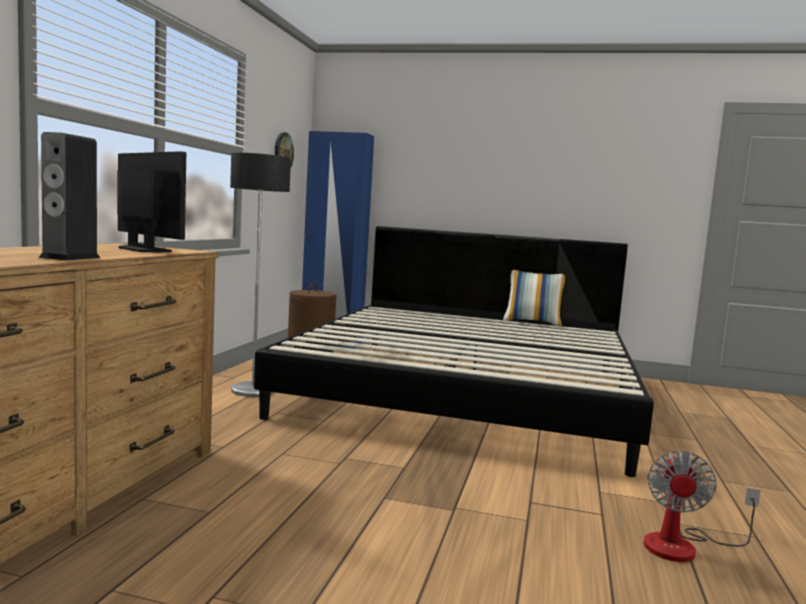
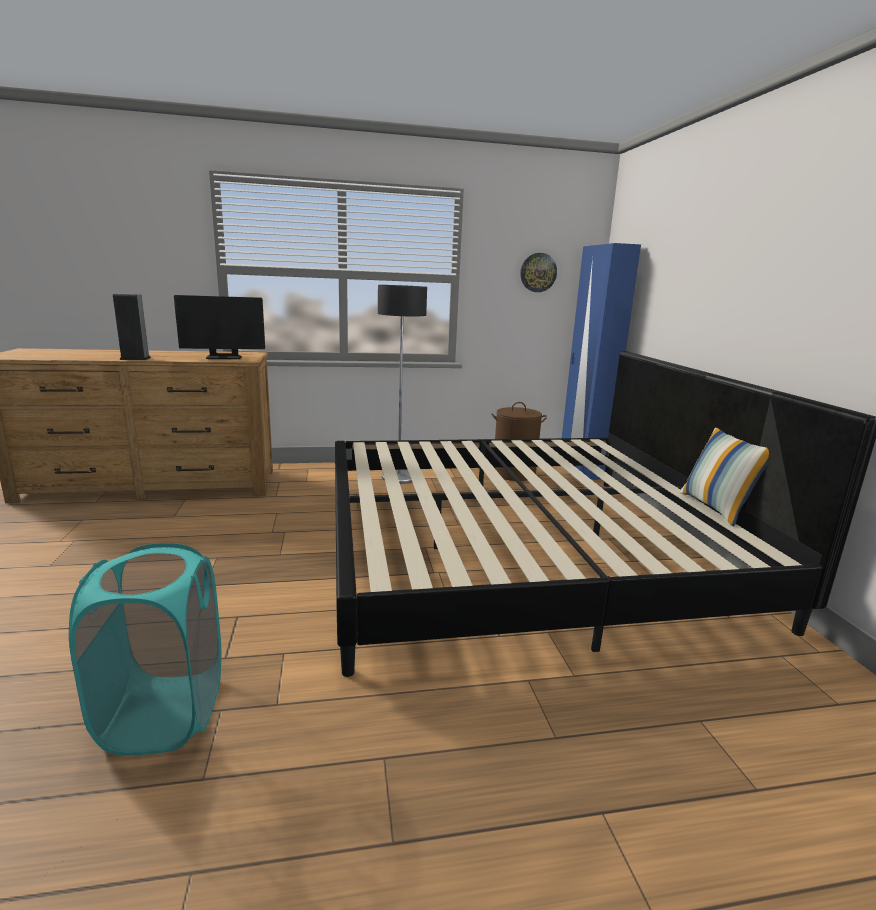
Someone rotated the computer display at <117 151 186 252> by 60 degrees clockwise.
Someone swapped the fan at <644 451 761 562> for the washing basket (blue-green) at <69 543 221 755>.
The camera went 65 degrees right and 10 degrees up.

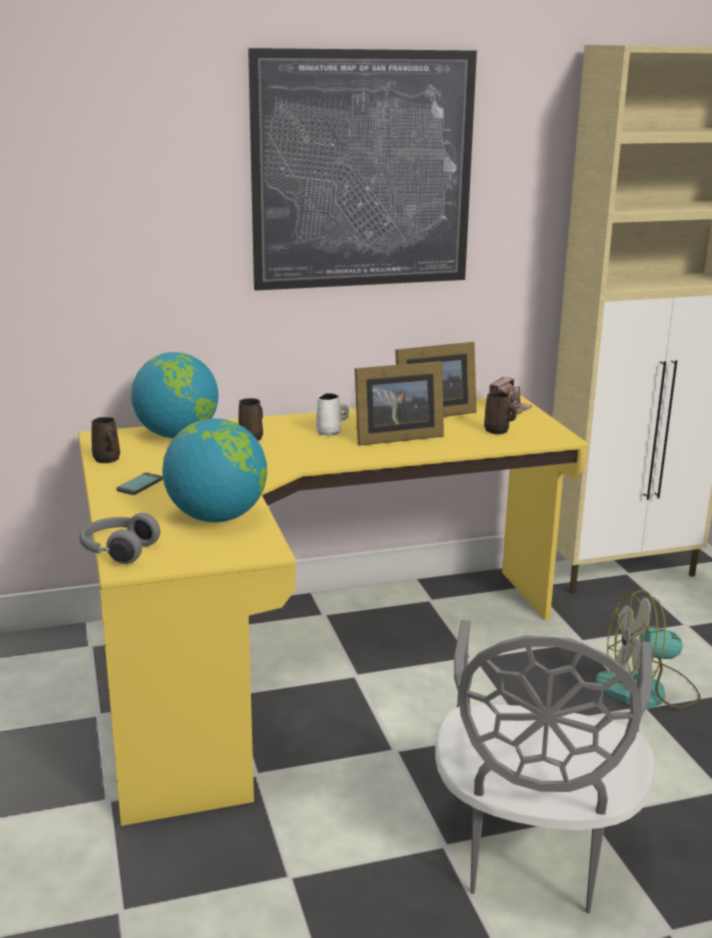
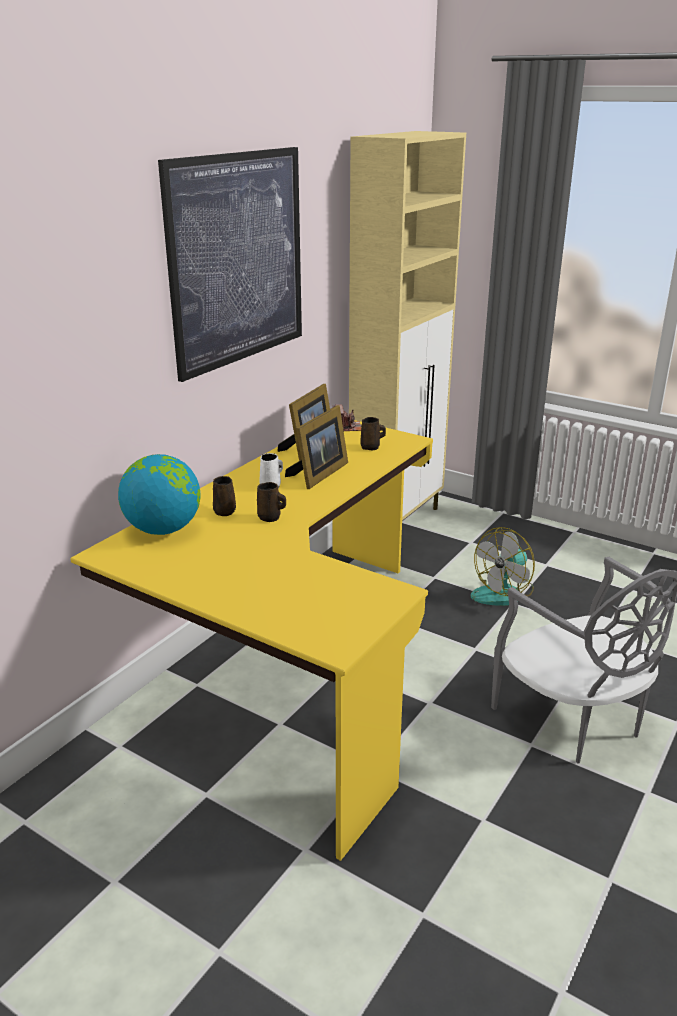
Someone carried the tea mug (brown-coloured) from <91 417 120 463> to <257 482 286 522>.
Someone took away the desk globe at <162 418 267 522>.
Someone took away the telephone at <116 472 163 495>.
Someone took away the headphones (greyish) at <79 513 160 564>.
The camera went 40 degrees left and 5 degrees up.

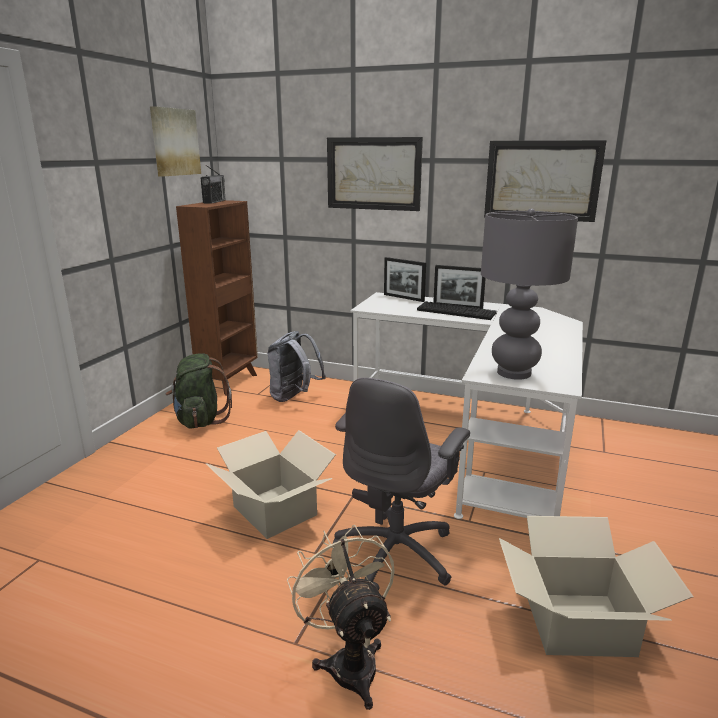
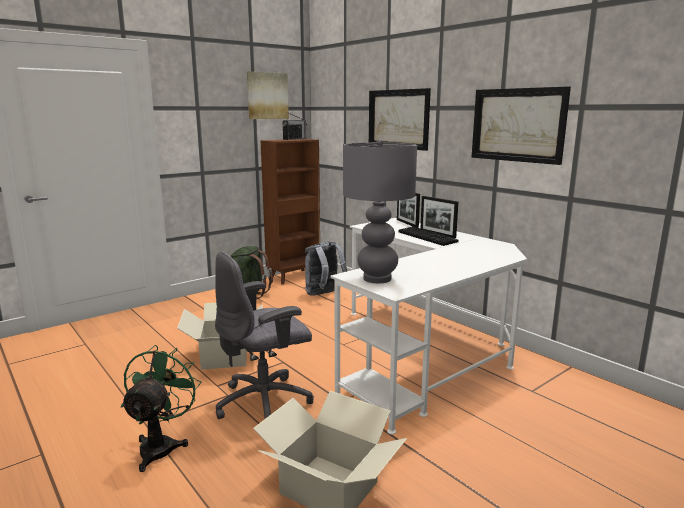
Someone repainted the fan (beige) at <287 525 395 710>, which became the fan (greenish) at <121 345 202 472>.
The camera went 30 degrees right and 5 degrees down.

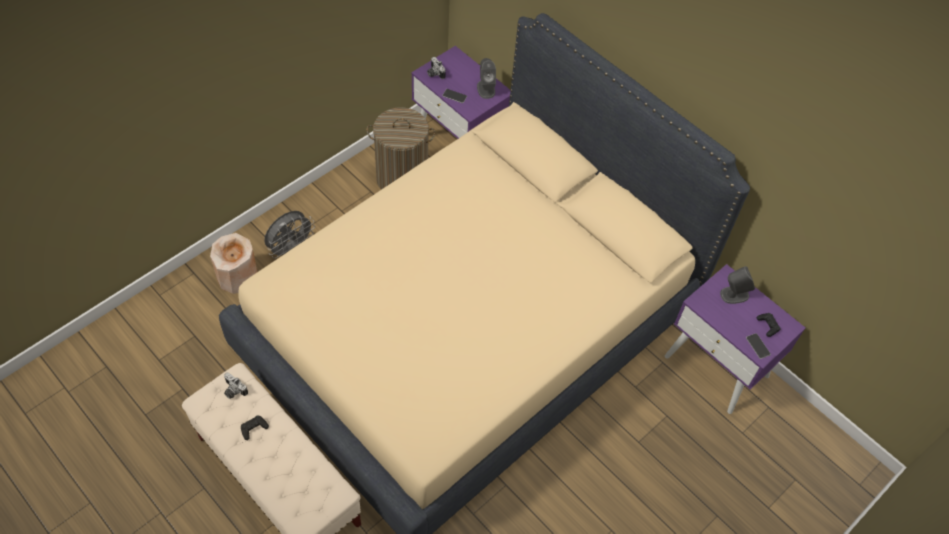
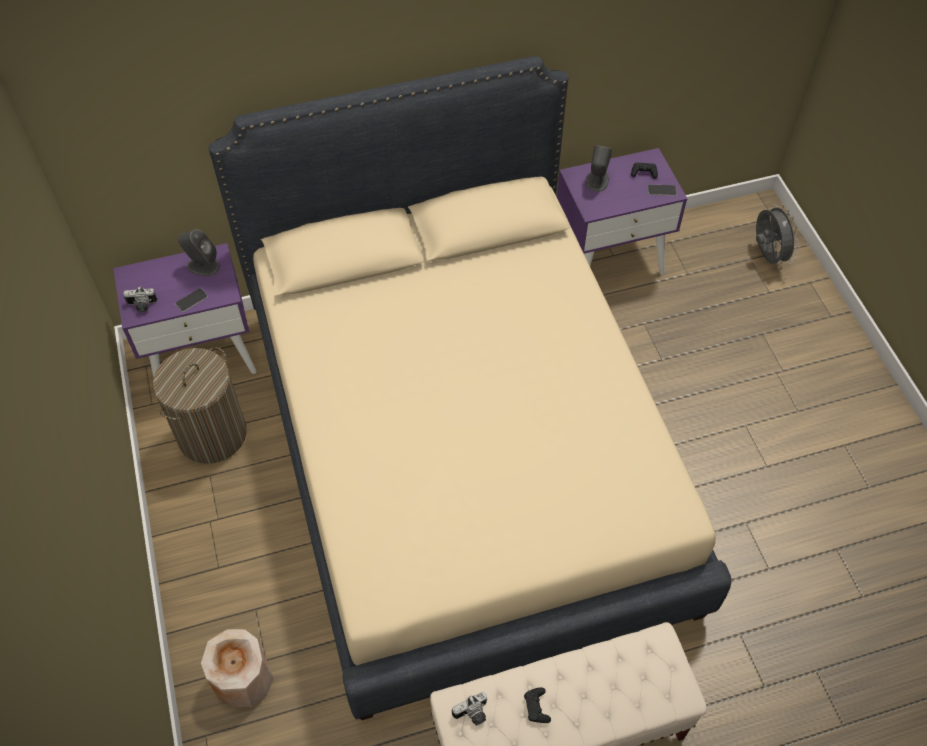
Someone carried the fan (greyish) from <264 211 315 259> to <756 204 799 264>.
The camera went 60 degrees left and 0 degrees up.

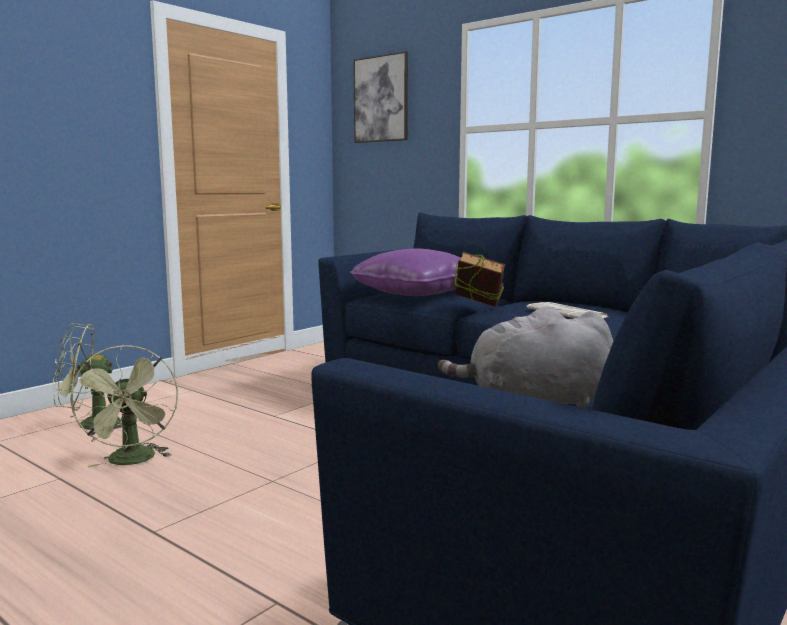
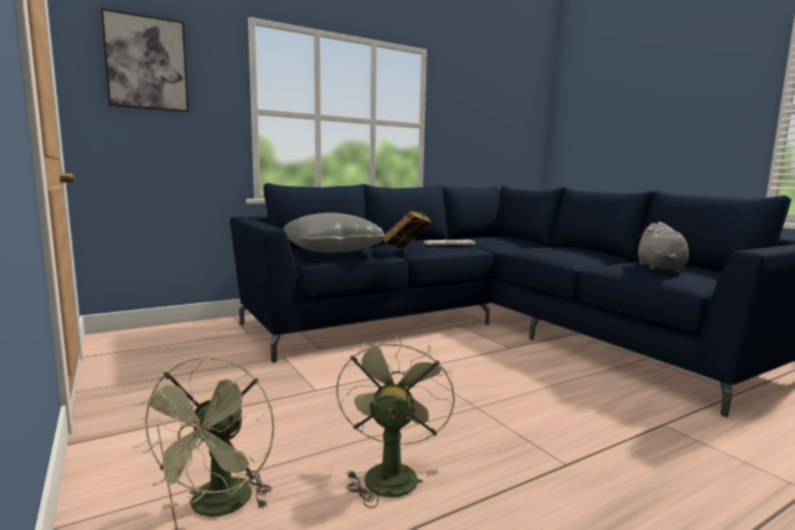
Someone repainted the throw pillow (purplish) at <350 248 461 296>, which became the throw pillow (greyish) at <283 213 386 253>.
Someone rotated the fan (greenish) at <69 345 178 468> by 90 degrees counterclockwise.
The camera went 70 degrees left and 0 degrees up.

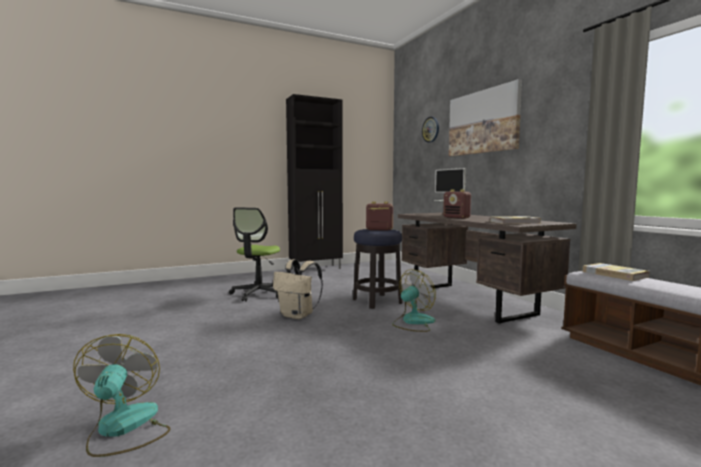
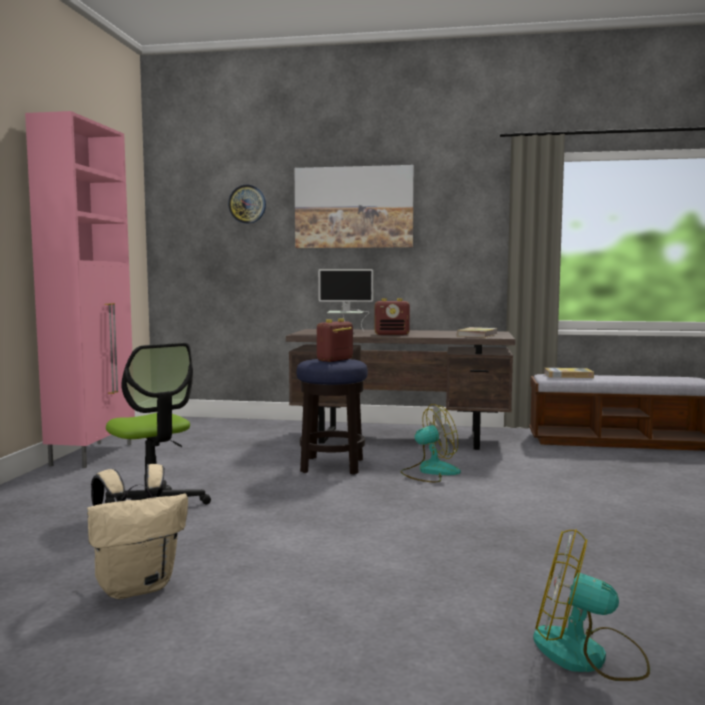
Someone repainted the cabinet (black) at <286 94 343 270>, which became the cabinet (pink-coloured) at <25 111 135 468>.
Someone carried the backpack (beige) from <273 259 323 319> to <87 464 188 599>.
Someone rotated the fan at <392 269 436 332> by 75 degrees clockwise.
The camera went 55 degrees left and 0 degrees up.

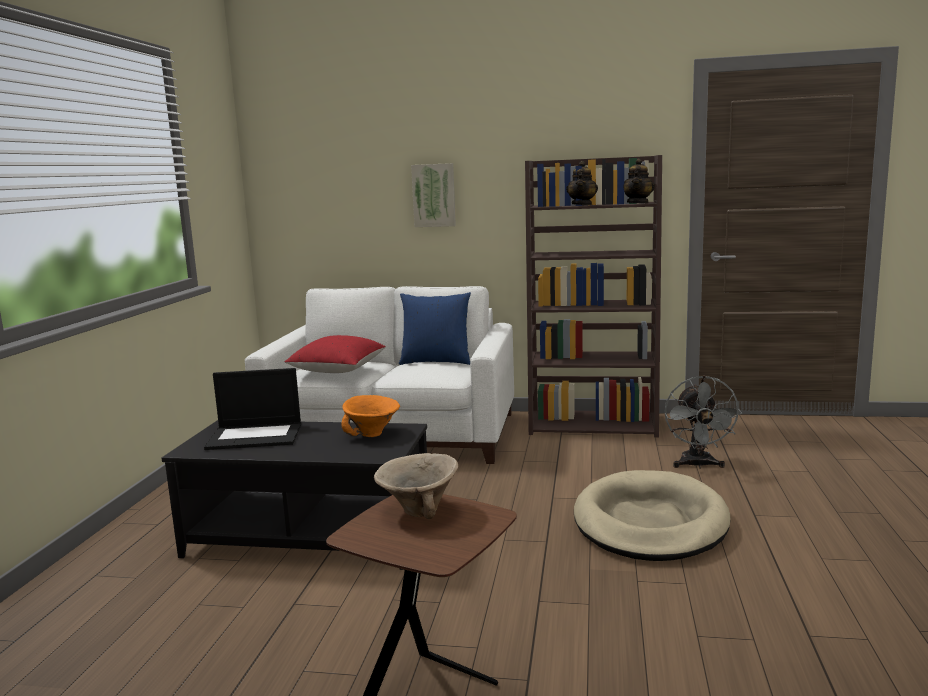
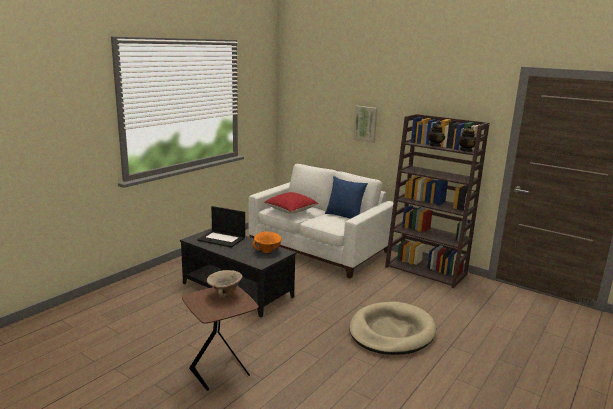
Someone took away the fan (greyish) at <665 376 742 469>.
The camera went 25 degrees right and 5 degrees up.

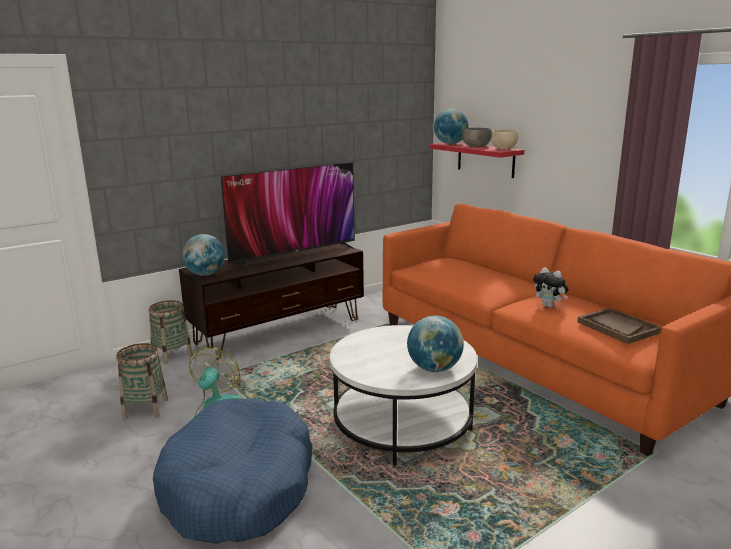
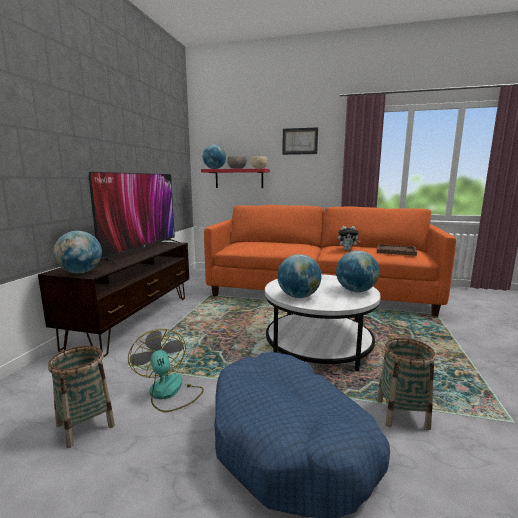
Someone carried the household basket from <149 300 193 365> to <377 338 435 430>.
Someone put up the wall picture at <282 127 318 155>.
Someone put down the desk globe at <277 254 322 298>.
The camera went 40 degrees left and 5 degrees down.

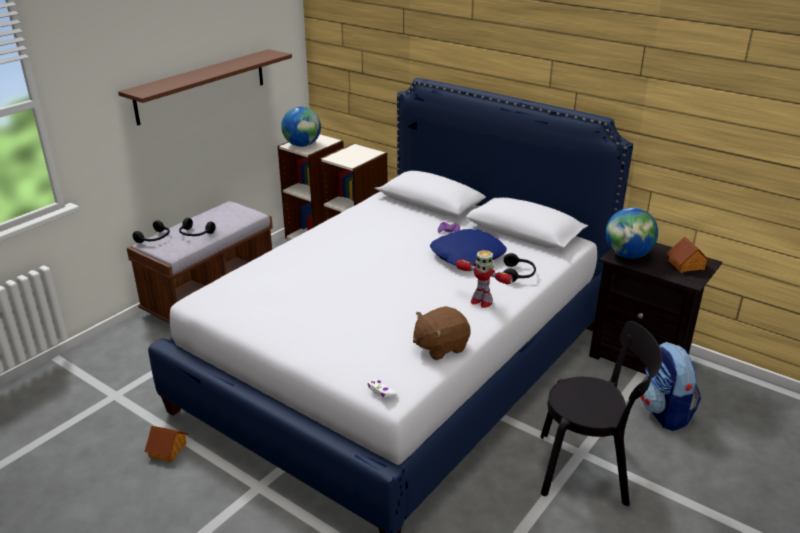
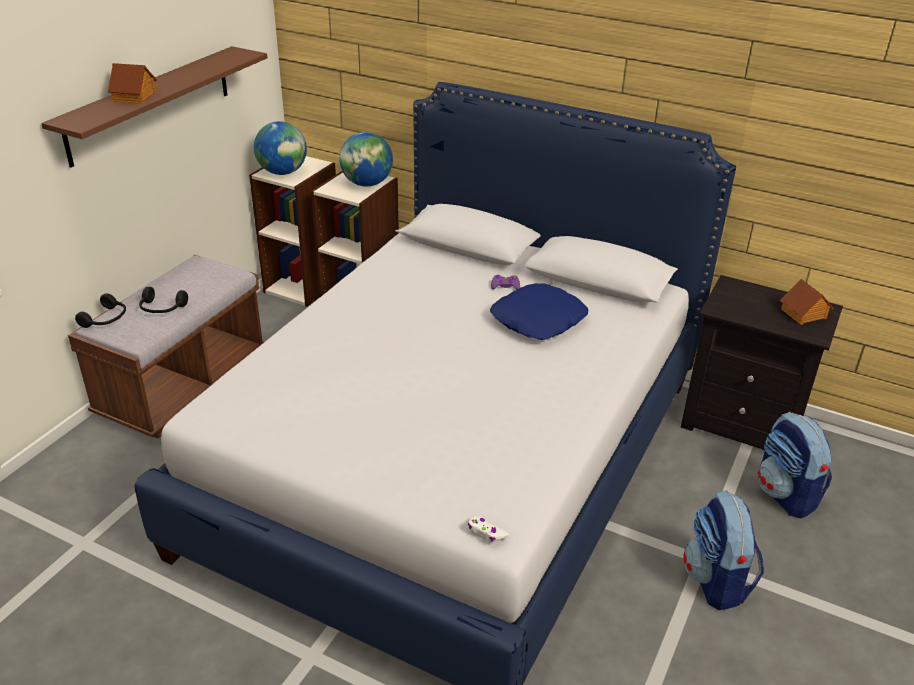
Someone carried the desk globe from <605 207 658 259> to <339 132 393 187>.
Someone took away the model robot at <456 250 513 308>.
Someone took away the headphones (black) at <503 253 536 282>.
Someone took away the soft toy (brown-coloured) at <413 306 471 360>.
Someone swapped the upright chair (black) at <541 321 662 506> for the backpack at <684 490 764 610>.
Someone carried the toy house from <144 426 188 462> to <108 63 157 104>.
The camera went 10 degrees left and 5 degrees up.

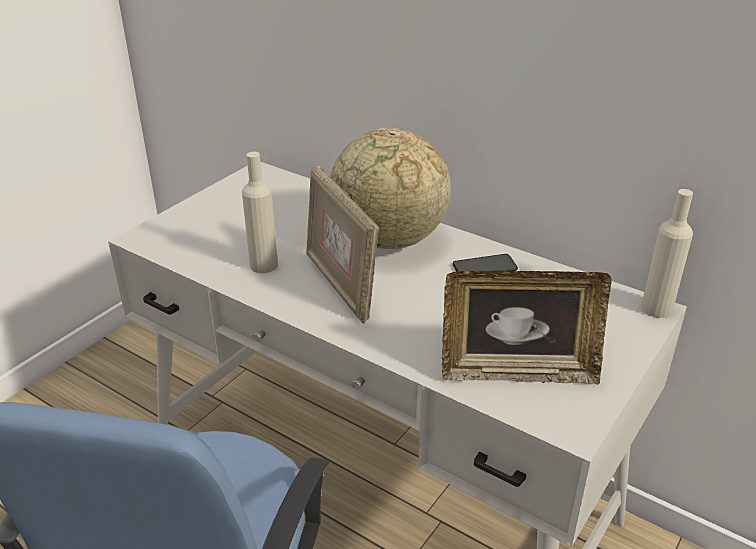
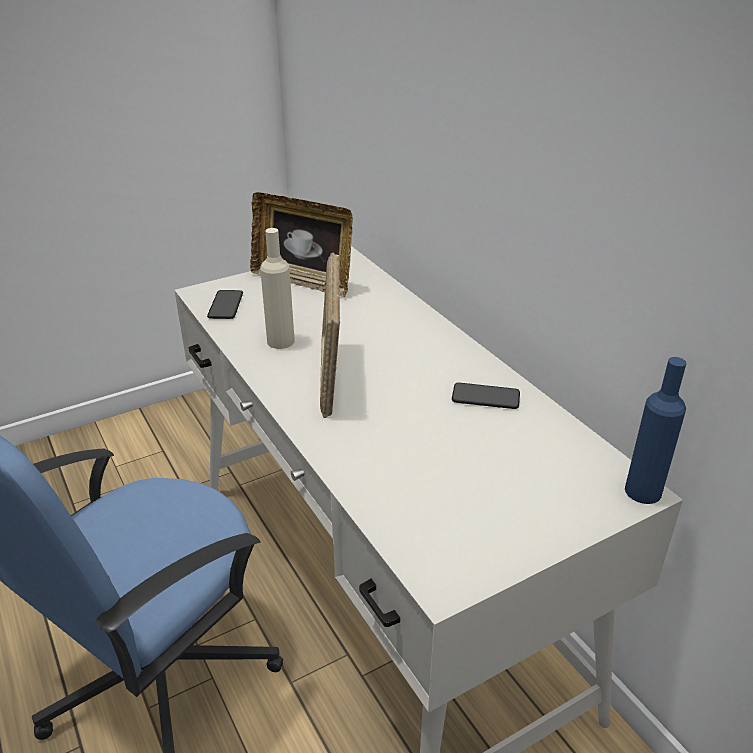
Someone took away the desk globe at <330 128 451 249>.
Someone repainted the bottle (beige) at <641 189 693 318>, which became the bottle (blue) at <625 357 686 504>.
Someone carried the photo frame from <442 270 612 385> to <250 192 353 297>.
Someone put down the telephone at <207 290 243 319>.
The camera went 25 degrees right and 0 degrees up.

